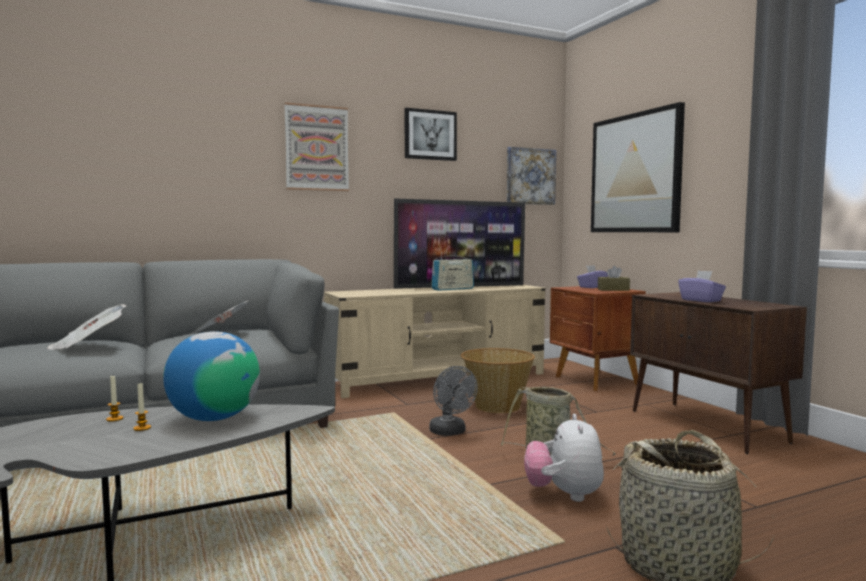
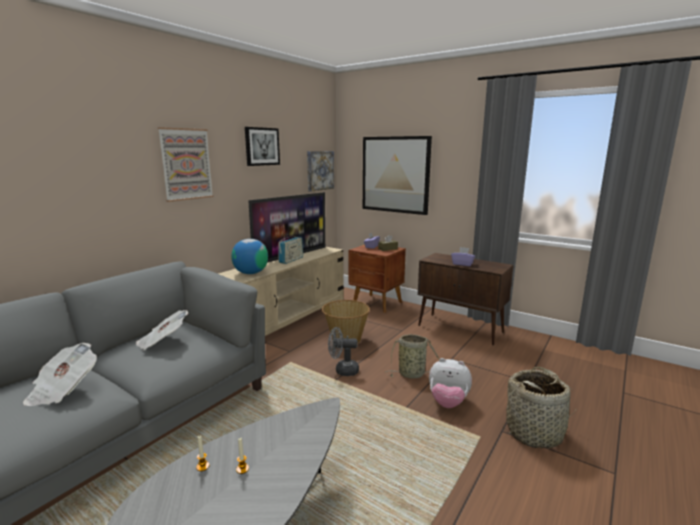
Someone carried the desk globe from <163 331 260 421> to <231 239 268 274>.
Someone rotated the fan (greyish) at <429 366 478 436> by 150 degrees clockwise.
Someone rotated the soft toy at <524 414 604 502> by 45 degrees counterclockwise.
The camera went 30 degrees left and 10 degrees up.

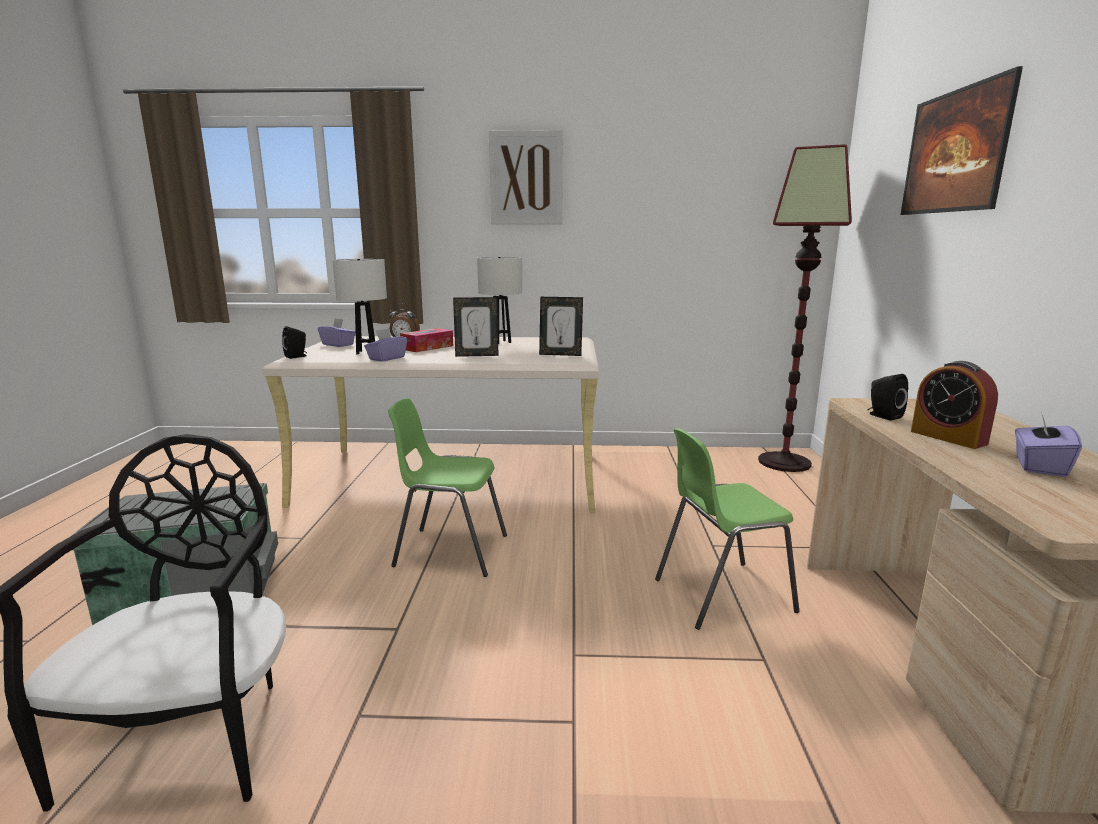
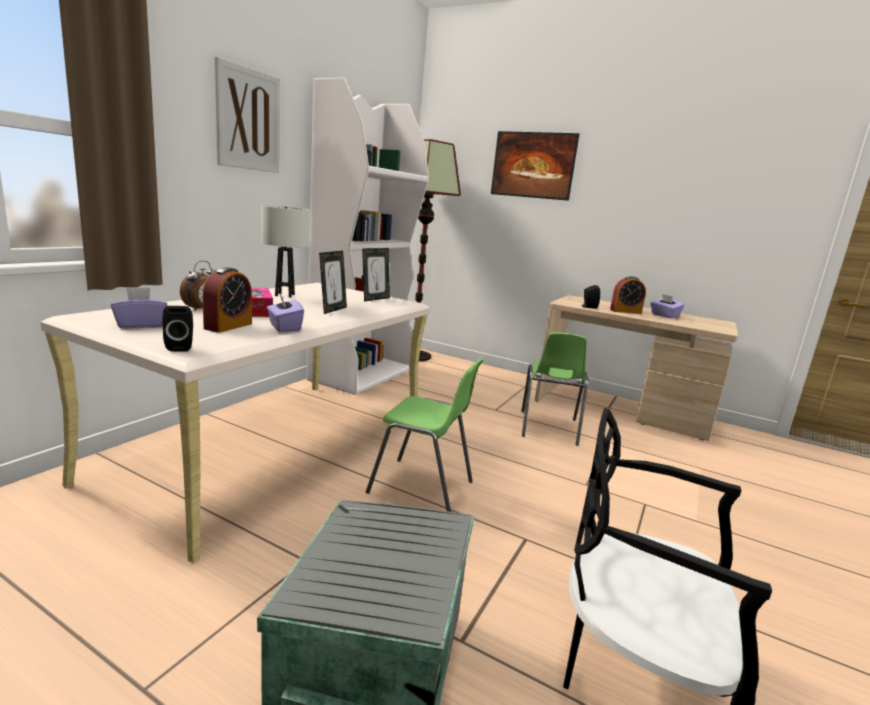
Someone swapped the table lamp (white) at <332 259 387 354> for the alarm clock at <202 267 252 333>.
Someone rotated the upright chair (greenish) at <388 398 507 577> by 105 degrees counterclockwise.
Someone put down the bookshelf (white) at <306 77 429 395>.
The camera went 65 degrees left and 0 degrees up.

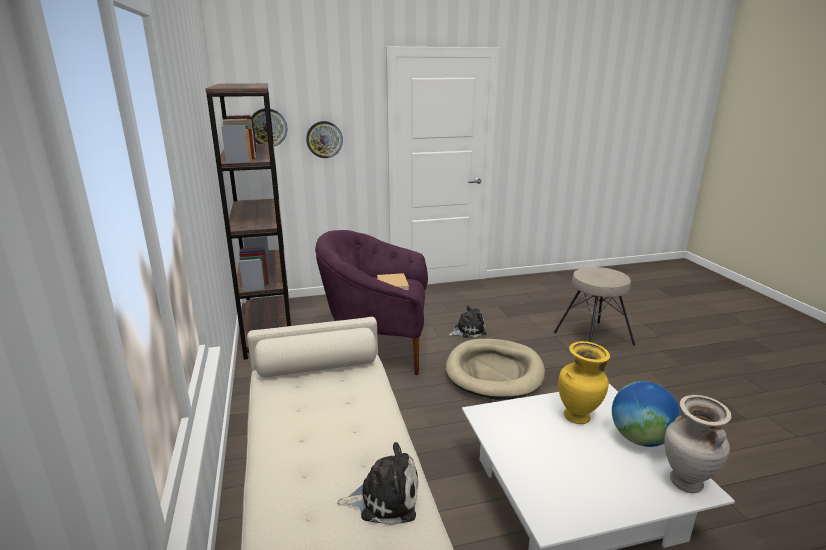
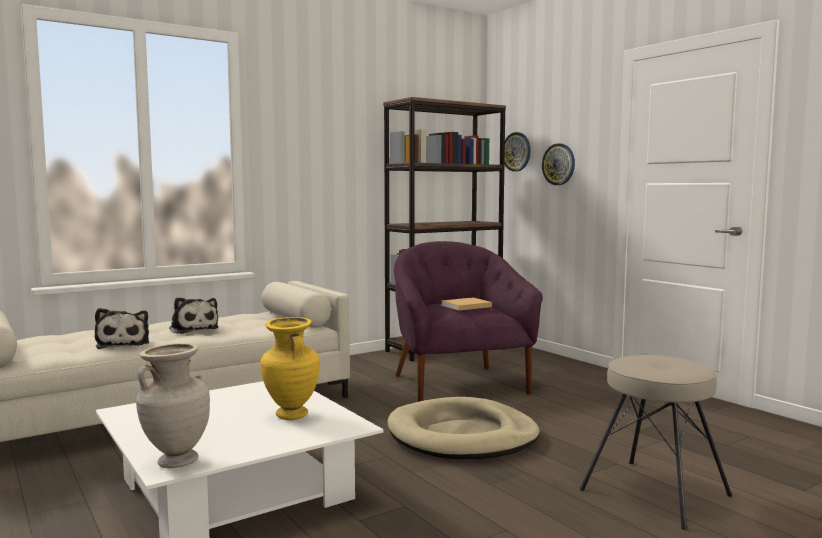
Someone carried the soft toy from <448 305 487 338> to <169 297 218 334>.
Someone took away the desk globe at <612 381 681 447>.
The camera went 70 degrees right and 15 degrees down.

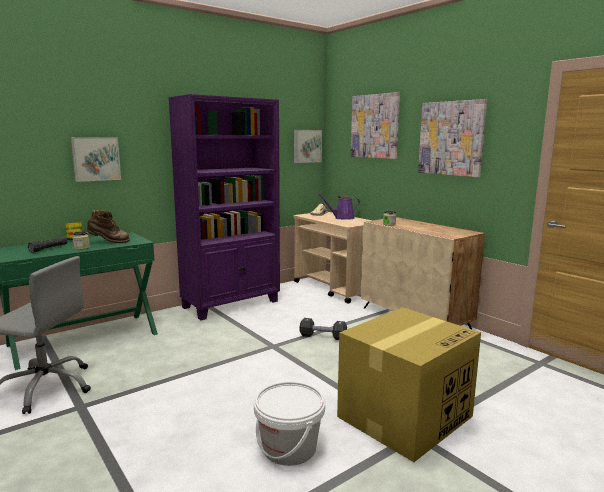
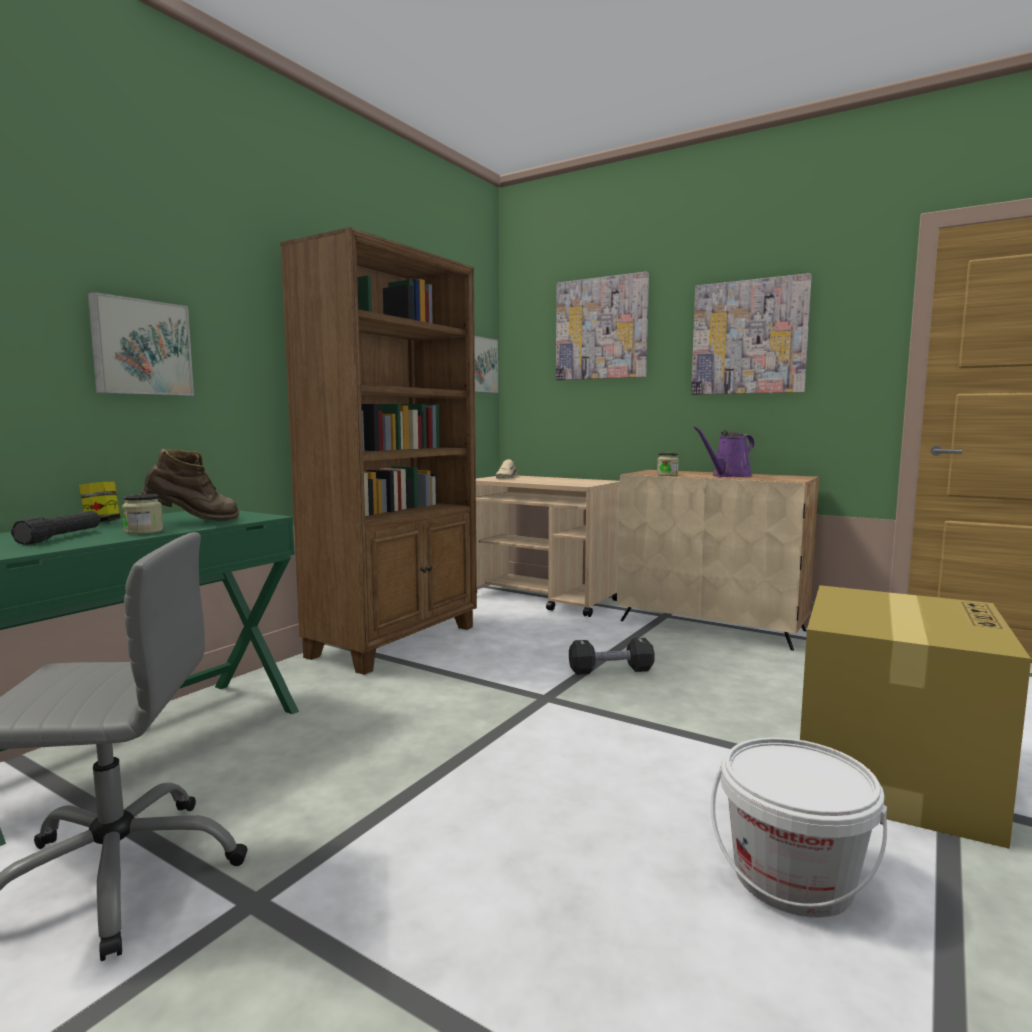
Someone repainted the bookshelf (purplish) at <168 94 280 320>, which became the bookshelf (brown-coloured) at <280 227 477 675>.
Someone carried the sprinkling can (purplish) from <318 194 360 220> to <693 426 755 477>.
The camera went 20 degrees left and 5 degrees down.

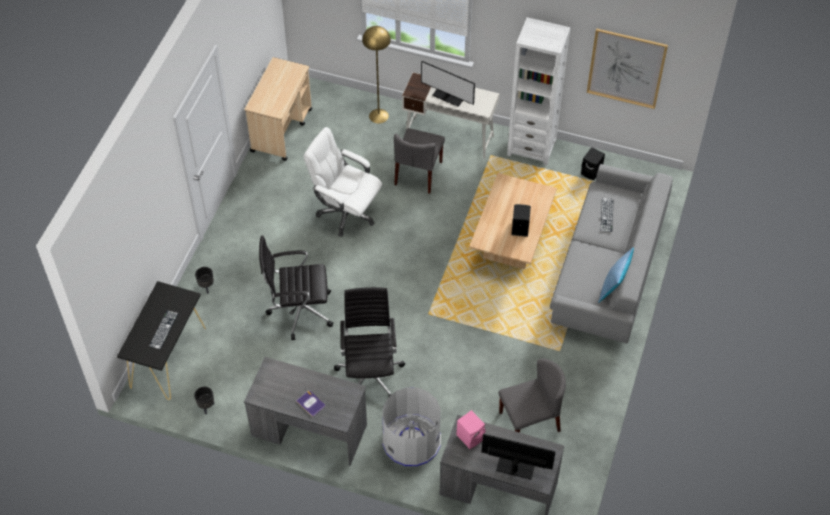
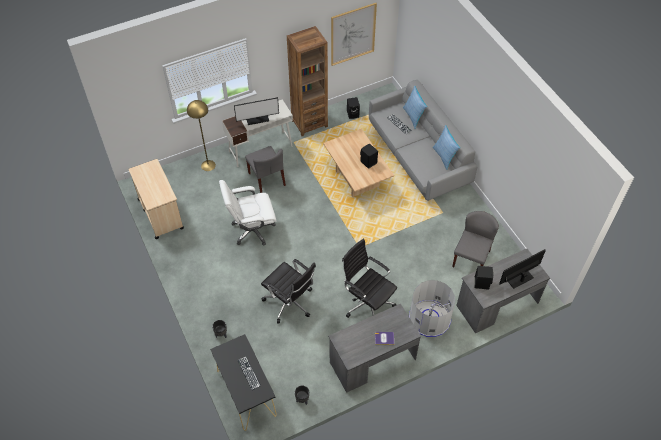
Someone repainted the bookshelf (white) at <507 17 570 165>, which became the bookshelf (brown-coloured) at <287 26 328 136>.
Someone rotated the computer chair (black) at <259 235 333 340> by 90 degrees counterclockwise.
Someone repainted the audio speaker (pink-coloured) at <457 410 486 449>, which became the audio speaker (black) at <474 266 493 290>.
Someone put down the throw pillow at <403 86 427 128>.
The camera went 45 degrees left and 0 degrees up.

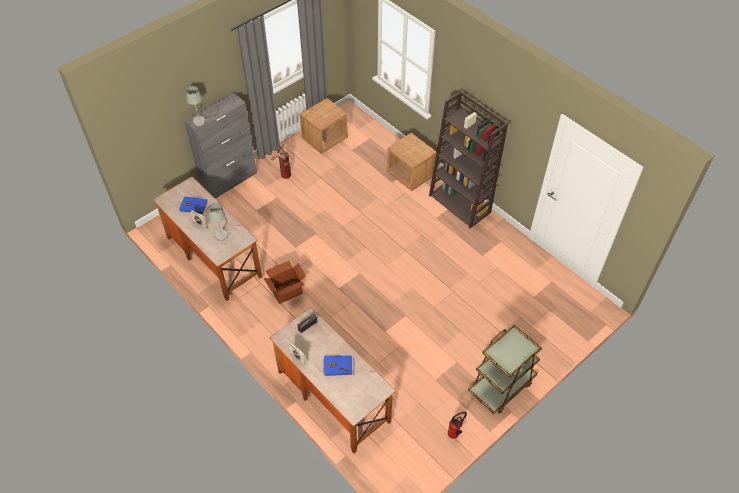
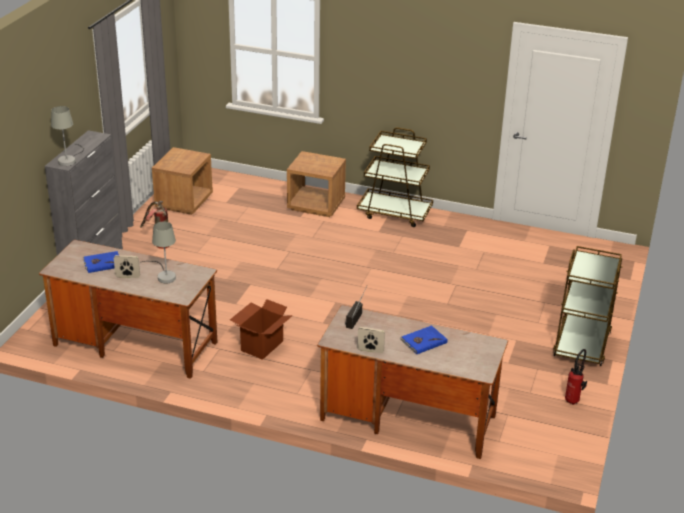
Someone swapped the bookshelf (brown-coloured) at <429 91 508 228> for the trolley (brown-coloured) at <357 128 433 227>.
The camera went 30 degrees left and 20 degrees down.

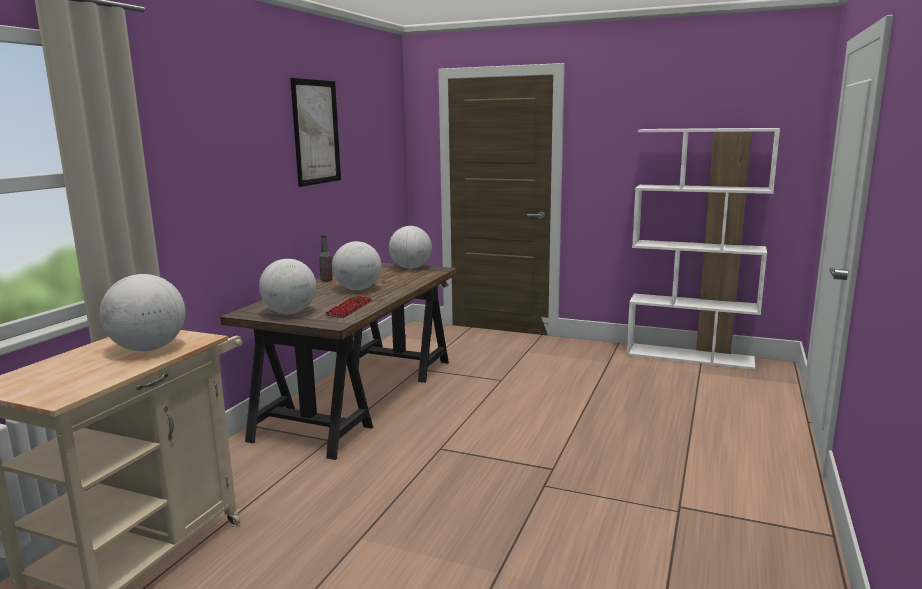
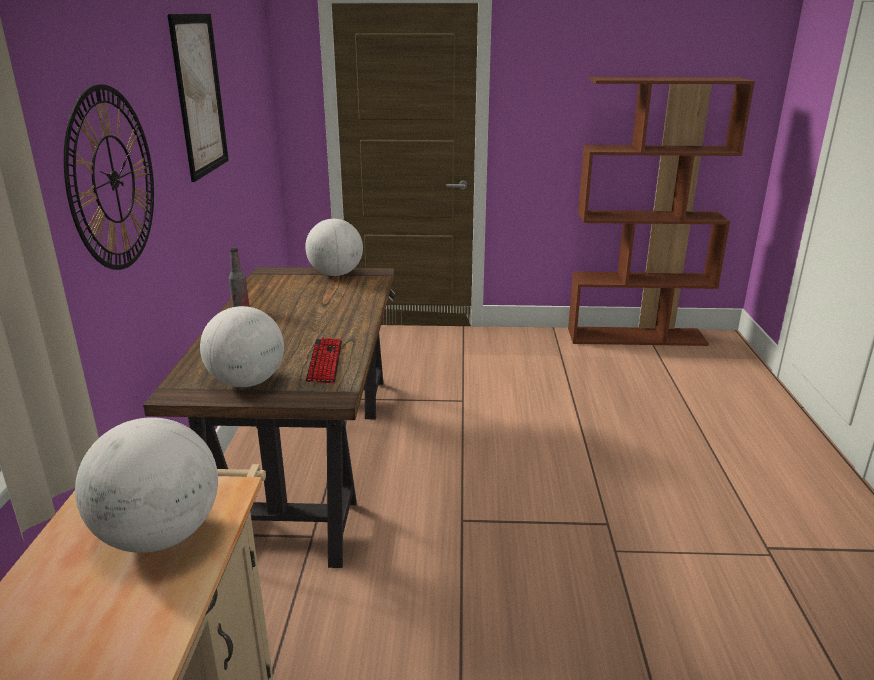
Someone repainted the bookshelf (white) at <627 128 780 370>, which became the bookshelf (brown-coloured) at <568 77 755 346>.
Someone took away the desk globe at <332 241 381 290>.
Someone put up the wall clock at <64 84 154 270>.
The camera went 20 degrees left and 10 degrees up.

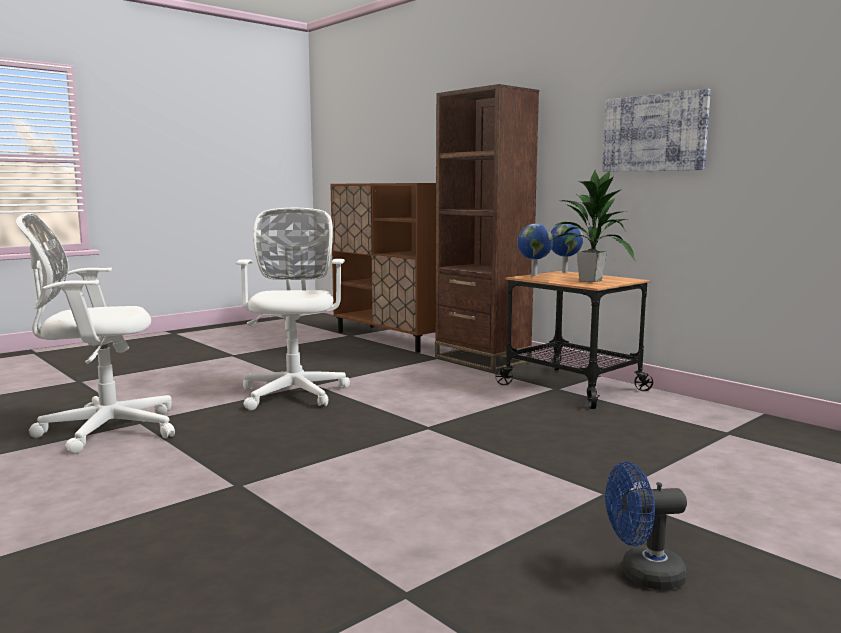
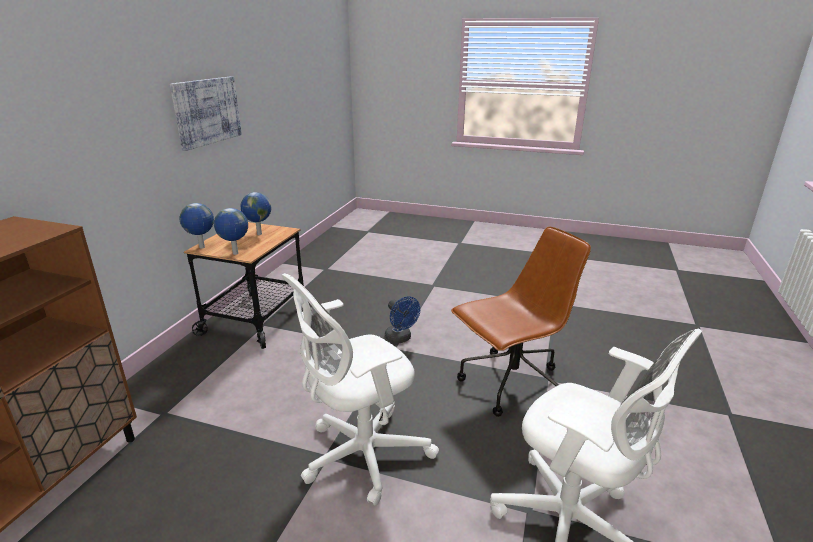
Someone took away the bookshelf (brown-coloured) at <435 84 539 372>.
Someone swapped the houseplant at <552 169 635 282> for the desk globe at <241 192 271 235>.
Someone carried the fan (blue) from <605 462 687 589> to <385 297 420 343>.
Someone put down the computer chair (brown-coloured) at <451 226 591 417>.
The camera went 120 degrees left and 15 degrees up.

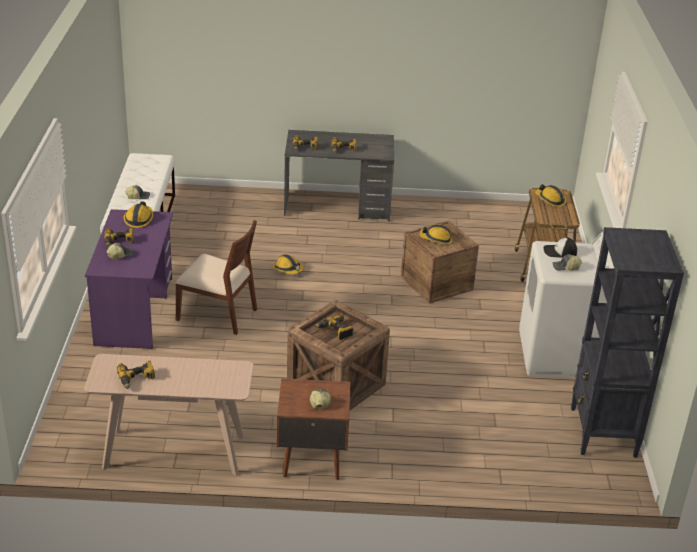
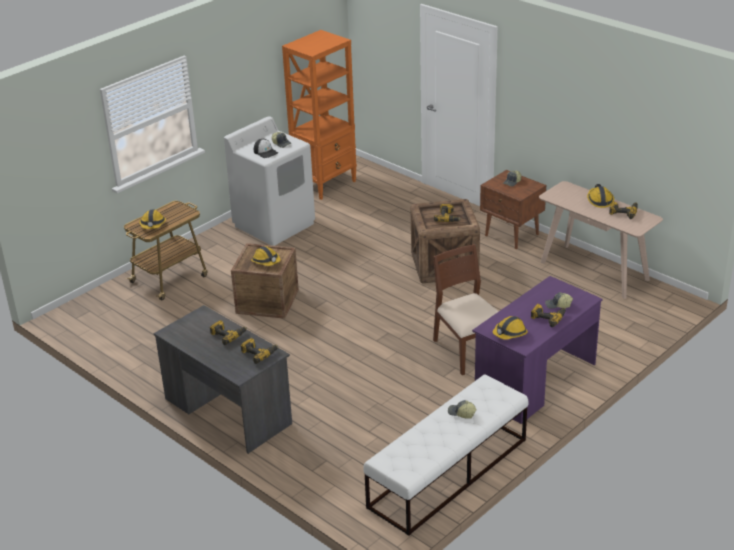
Someone repainted the bookshelf (black) at <571 227 684 458>, which became the bookshelf (orangey) at <282 30 357 200>.
Someone carried the safety helmet from <273 254 304 274> to <587 184 614 208>.
The camera went 135 degrees left and 0 degrees up.

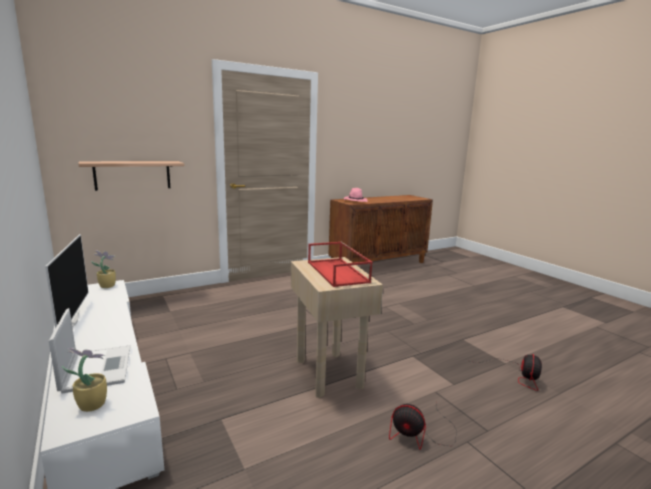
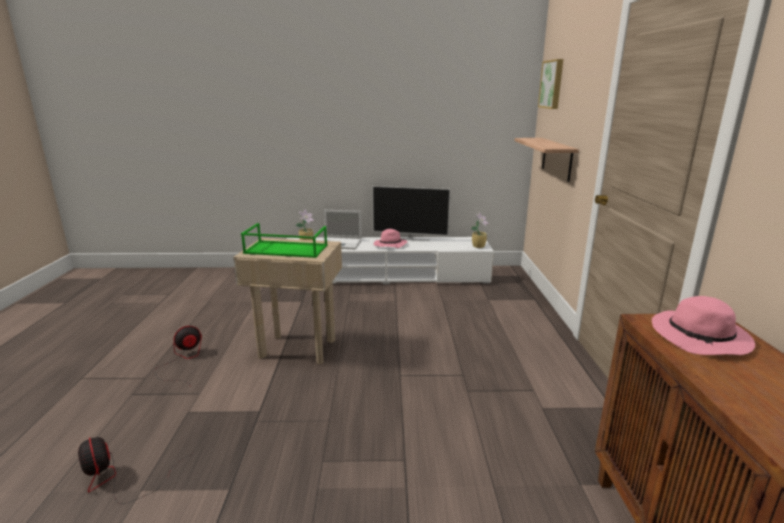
Someone repainted the carrying tray (red-coloured) at <308 242 372 287>, which became the carrying tray (greenish) at <241 223 327 258>.
Someone put up the wall picture at <538 59 563 109>.
Someone put down the clothing hat (pink-coloured) at <373 229 407 248>.
The camera went 120 degrees right and 5 degrees up.

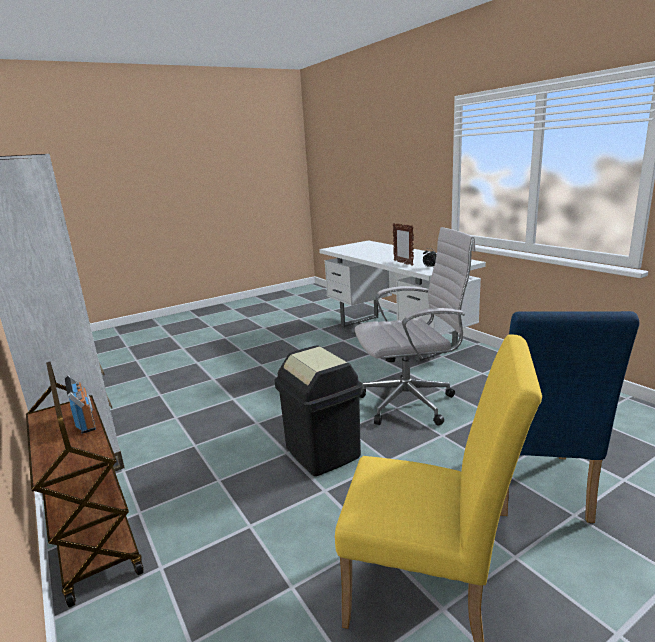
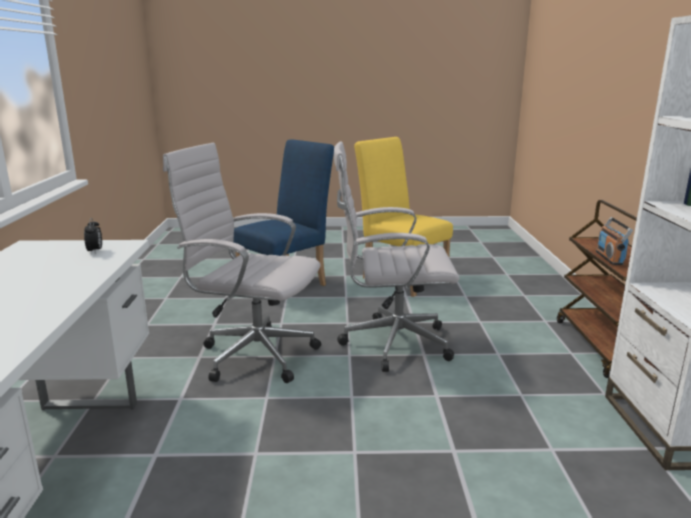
Someone took away the photo frame at <393 223 414 266>.
Someone swapped the waste bin (black) at <275 345 363 476> for the computer chair (white) at <334 141 459 372>.
The camera went 150 degrees left and 0 degrees up.

